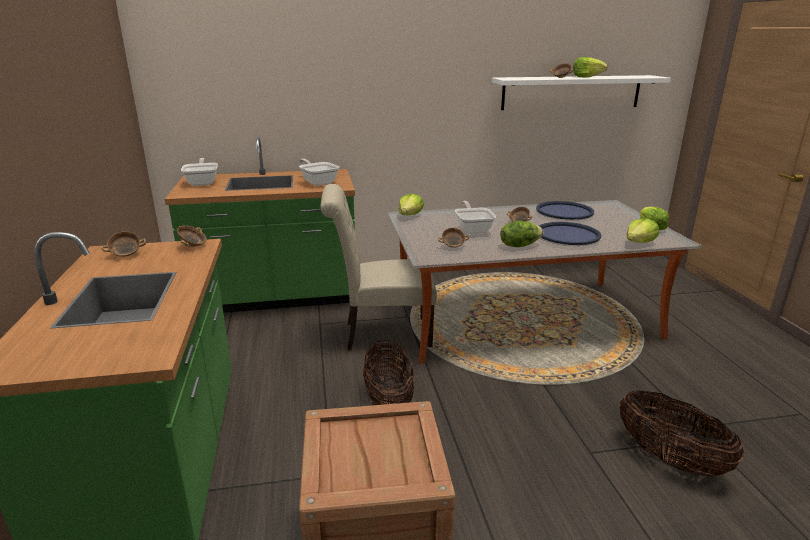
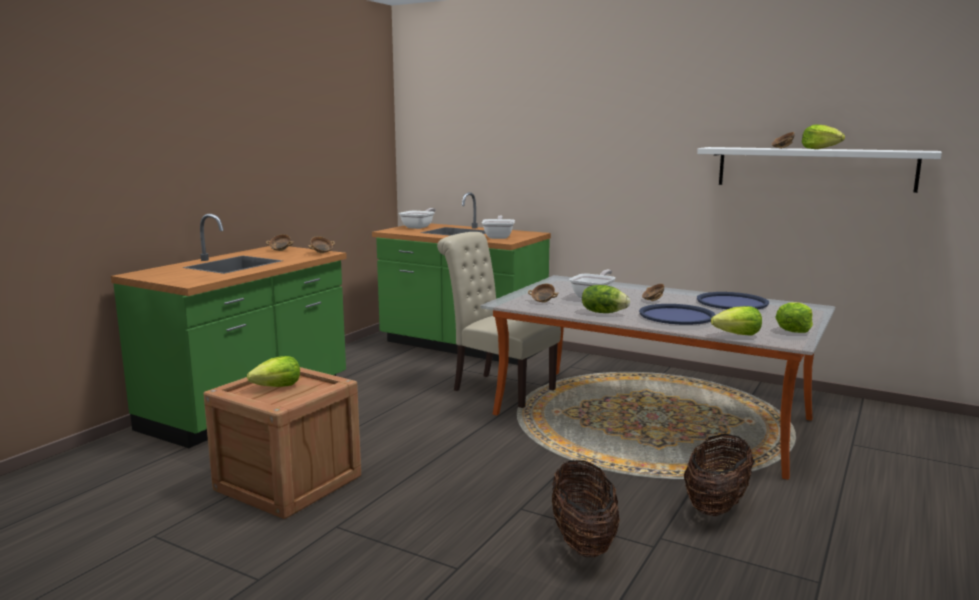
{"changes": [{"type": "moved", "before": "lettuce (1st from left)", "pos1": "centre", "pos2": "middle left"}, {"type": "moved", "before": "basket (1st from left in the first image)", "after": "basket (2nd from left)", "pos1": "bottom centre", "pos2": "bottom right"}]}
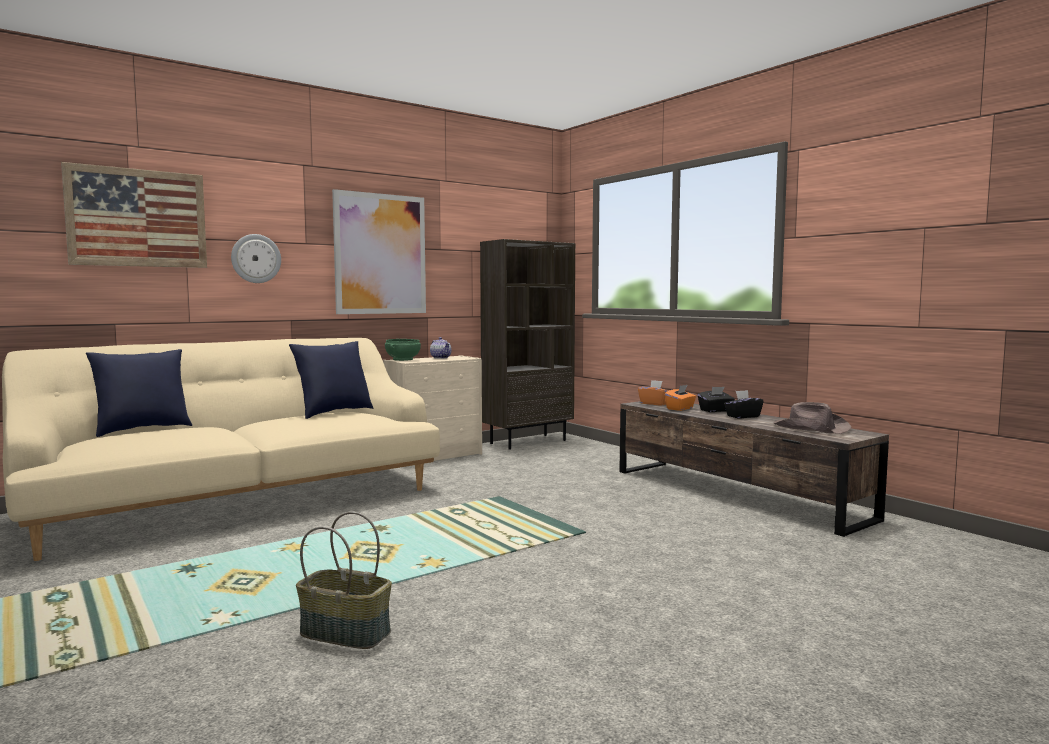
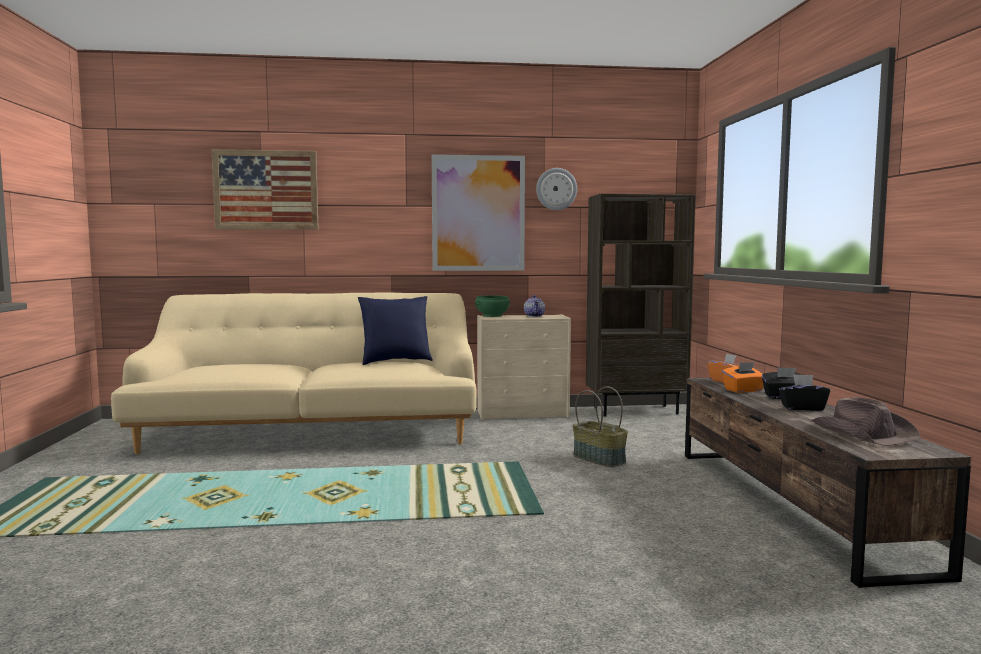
{"changes": [{"type": "moved", "before": "wall clock", "pos1": "middle left", "pos2": "top centre"}, {"type": "moved", "before": "basket", "pos1": "bottom left", "pos2": "centre"}, {"type": "removed", "before": "blue pillow (1st from left)", "pos1": "middle left"}]}
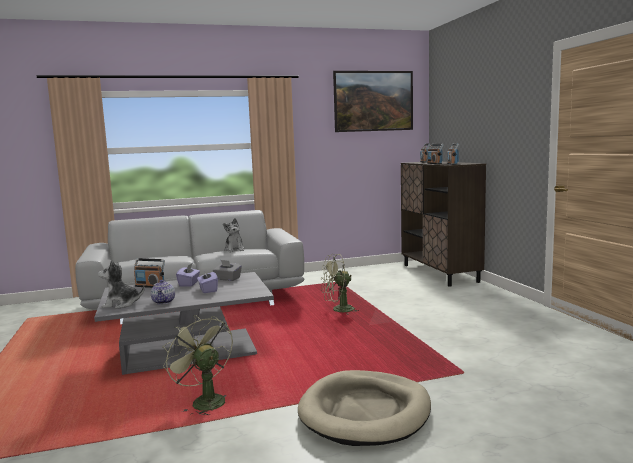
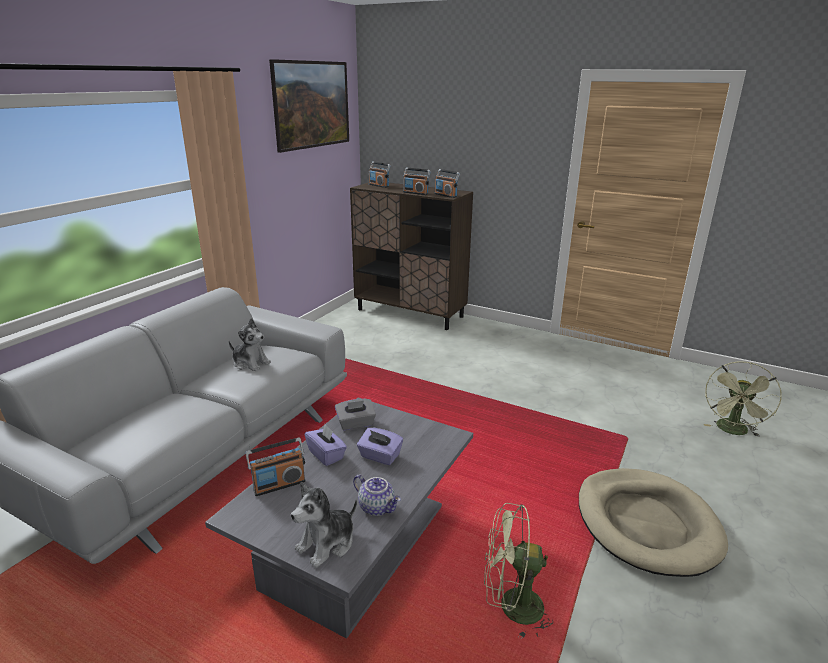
{"changes": [{"type": "moved", "before": "green fan (2nd from left)", "pos1": "centre", "pos2": "middle right"}]}
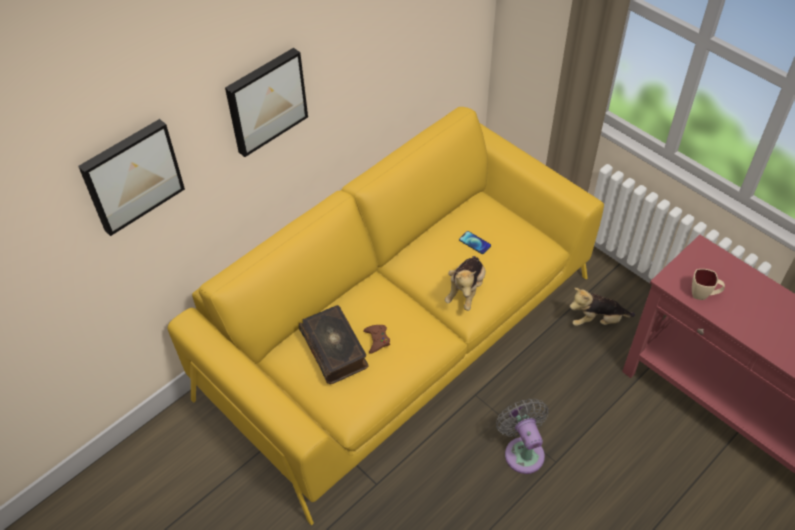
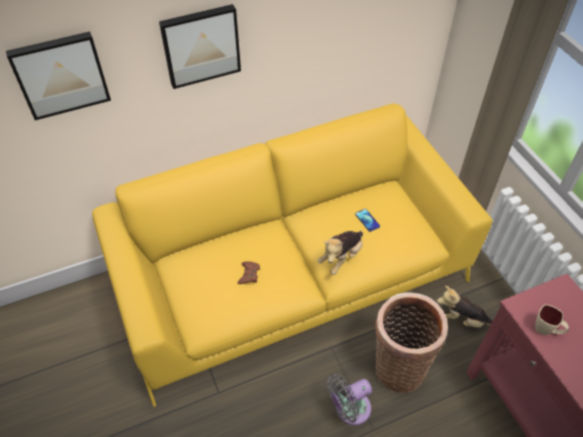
{"changes": [{"type": "turned", "before": "grey fan", "pos1": "bottom centre", "pos2": "bottom centre", "turn": -120}, {"type": "added", "after": "basket", "pos2": "bottom right"}, {"type": "removed", "before": "book", "pos1": "centre"}]}
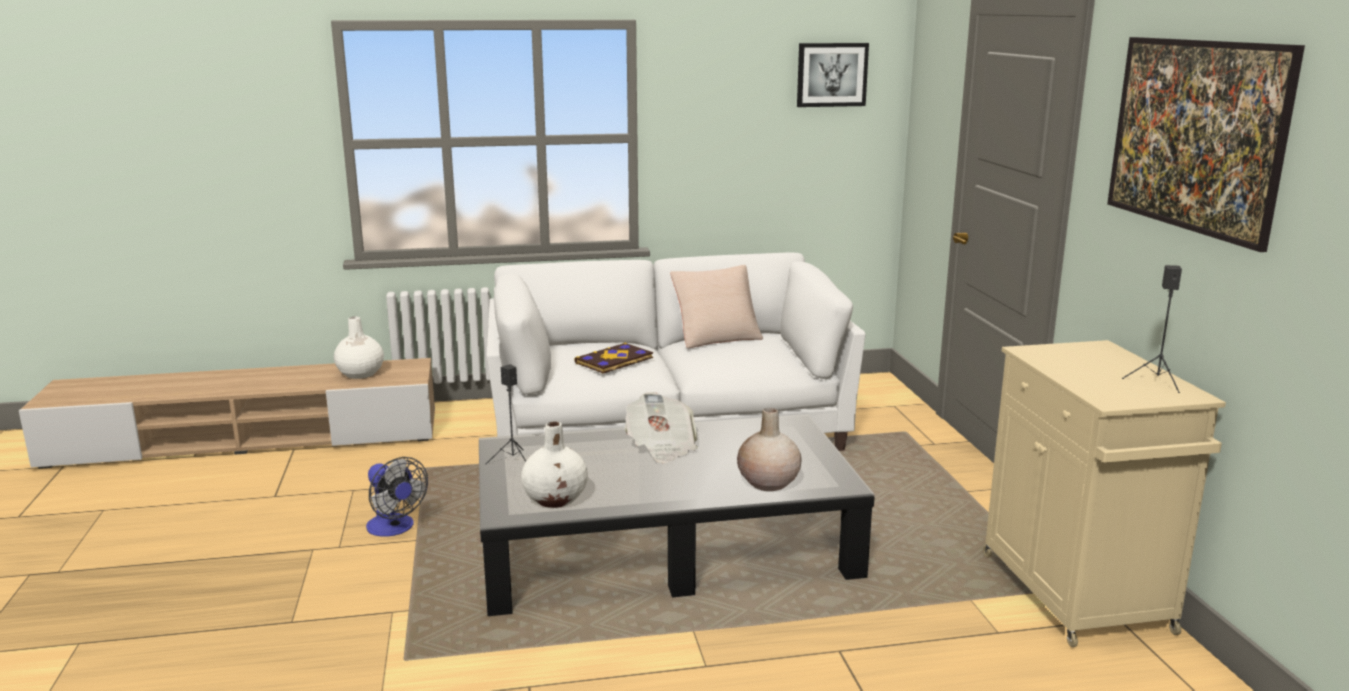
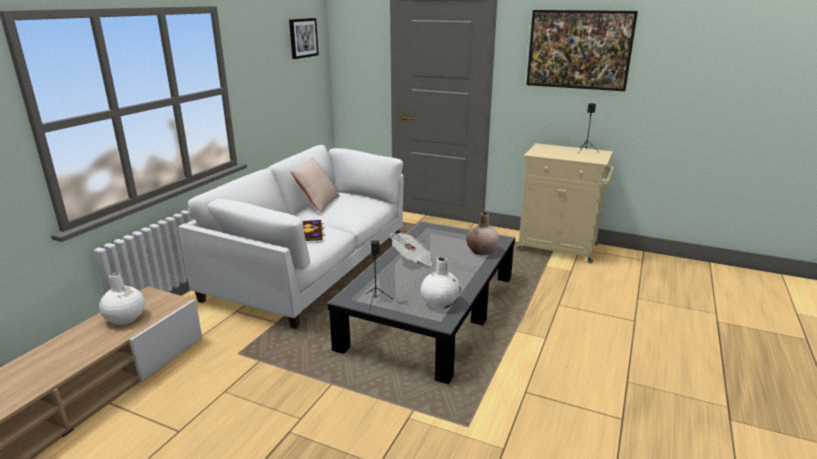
{"changes": [{"type": "removed", "before": "fan", "pos1": "bottom left"}]}
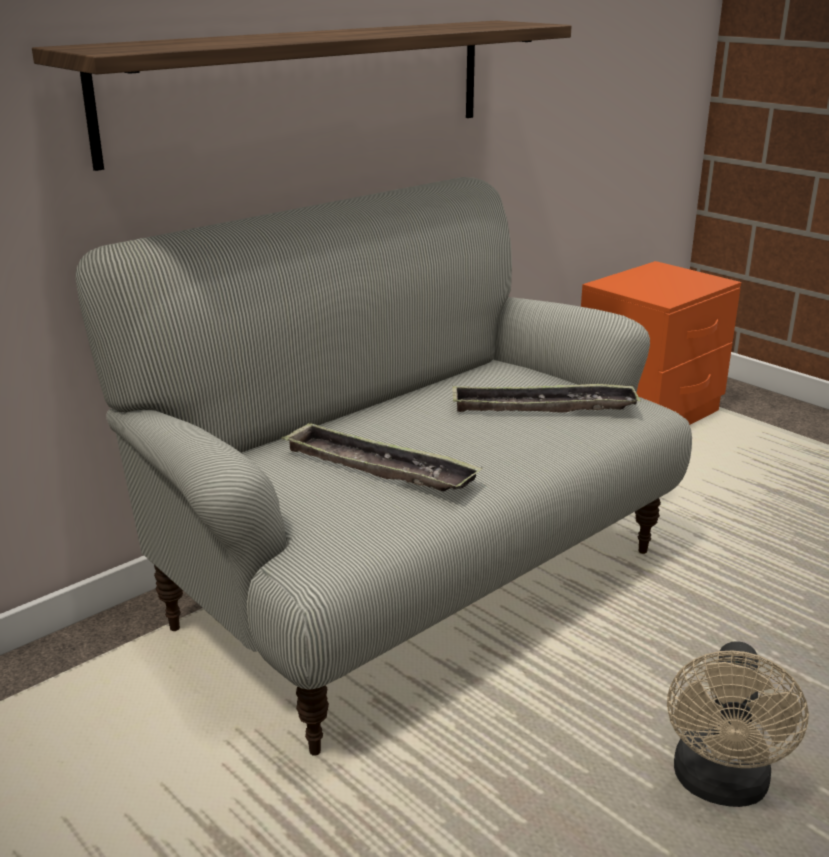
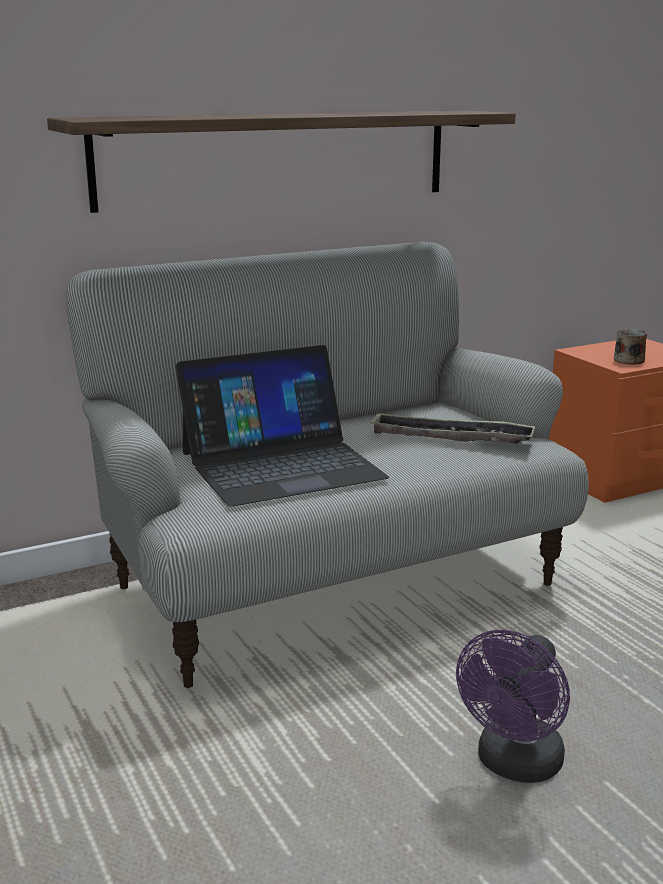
{"changes": [{"type": "replaced", "before": "tray (1st from left)", "after": "laptop", "pos1": "centre", "pos2": "centre"}, {"type": "recoloured", "before": "beige fan", "after": "purple fan", "pos1": "bottom right", "pos2": "bottom right"}, {"type": "added", "after": "mug", "pos2": "middle right"}]}
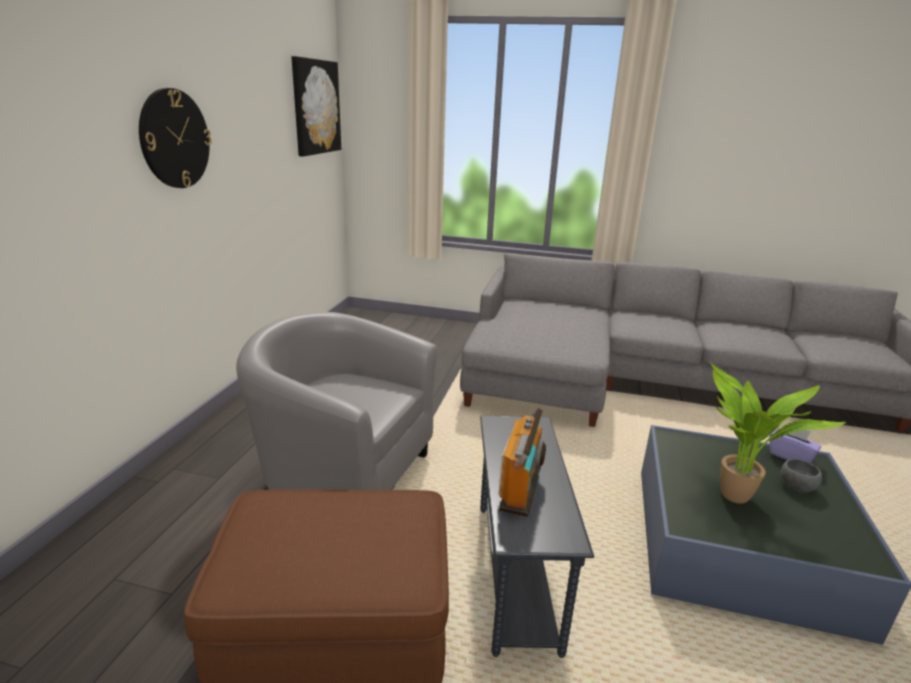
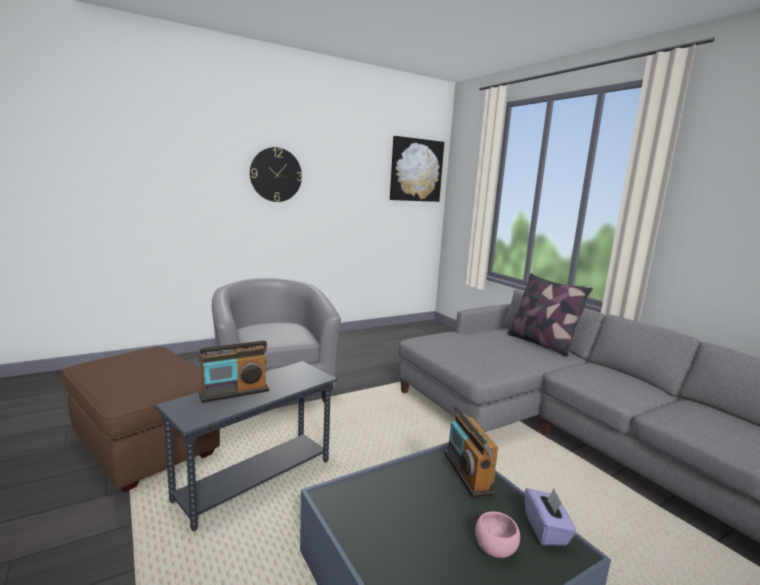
{"changes": [{"type": "added", "after": "radio (2nd from left)", "pos2": "bottom centre"}, {"type": "recoloured", "before": "grey bowl", "after": "pink bowl", "pos1": "bottom right", "pos2": "bottom centre"}, {"type": "added", "after": "pillow", "pos2": "middle right"}, {"type": "removed", "before": "potted plant", "pos1": "middle right"}]}
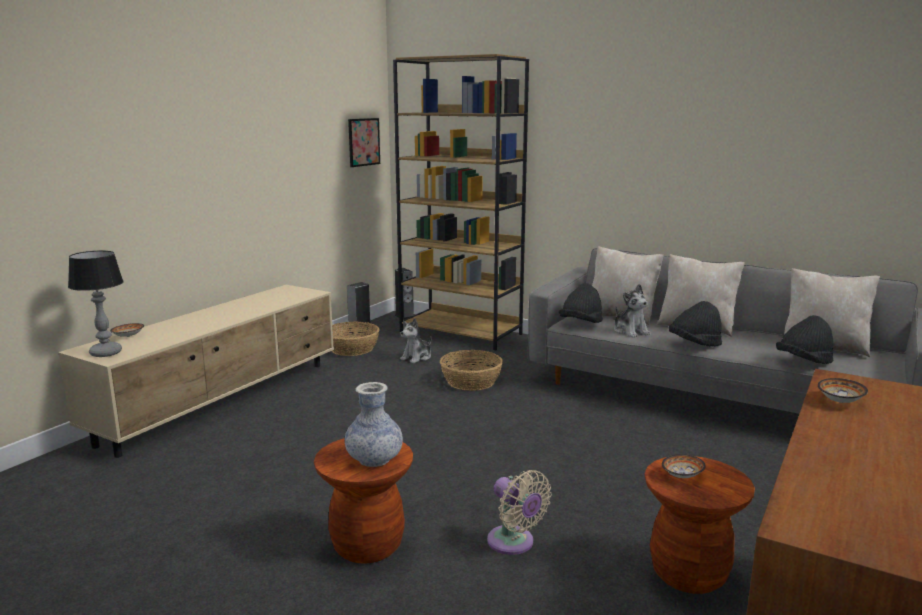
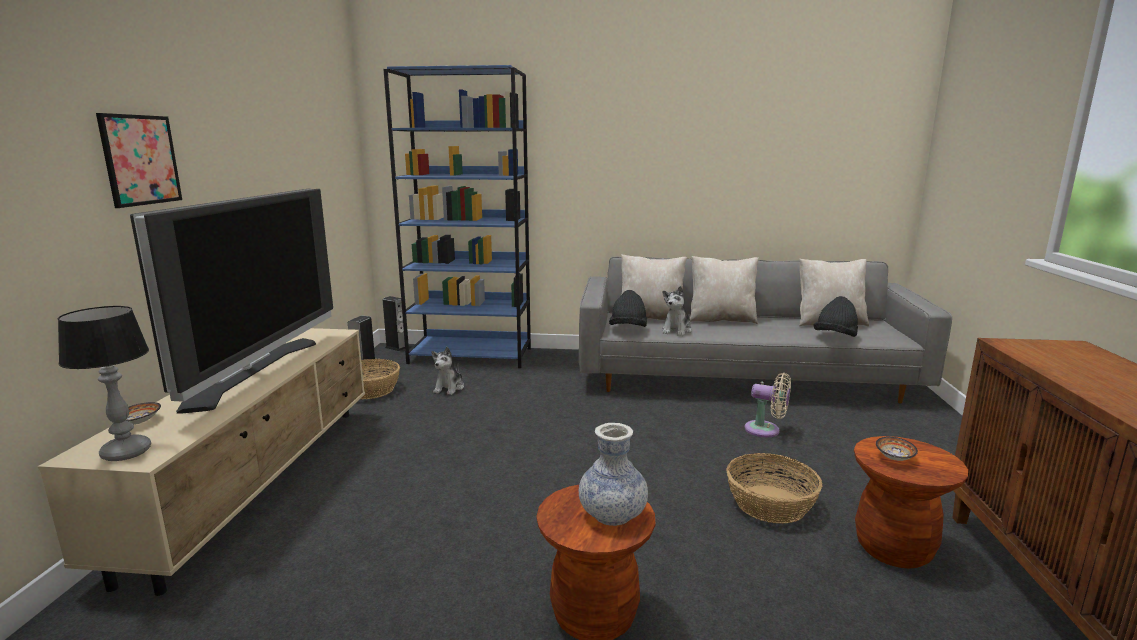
{"changes": [{"type": "moved", "before": "picture", "pos1": "top centre", "pos2": "top left"}, {"type": "added", "after": "television", "pos2": "middle left"}, {"type": "recoloured", "before": "brown bookcase", "after": "blue bookcase", "pos1": "top centre", "pos2": "centre"}, {"type": "turned", "before": "plush toy (2nd from left)", "pos1": "middle right", "pos2": "centre", "turn": 75}, {"type": "moved", "before": "basket (2nd from left)", "pos1": "centre", "pos2": "bottom right"}, {"type": "moved", "before": "beige fan", "pos1": "bottom centre", "pos2": "middle right"}, {"type": "removed", "before": "black hat (2nd from left)", "pos1": "middle right"}, {"type": "removed", "before": "bowl (3rd from left)", "pos1": "middle right"}]}
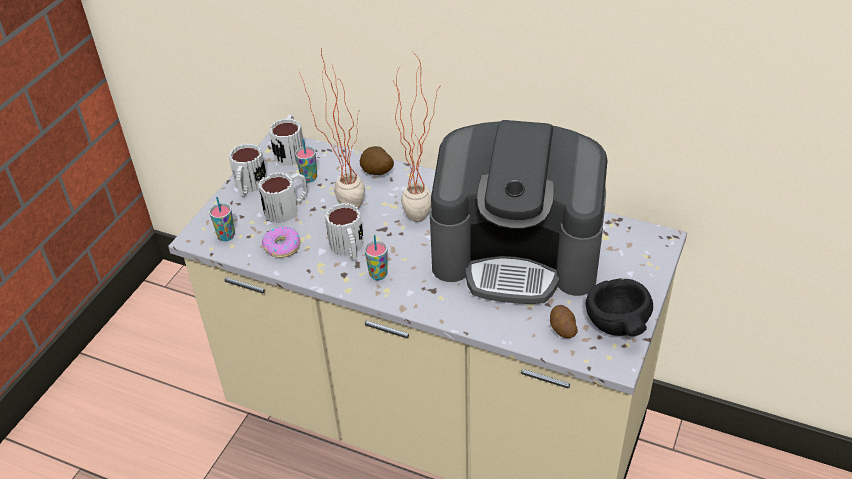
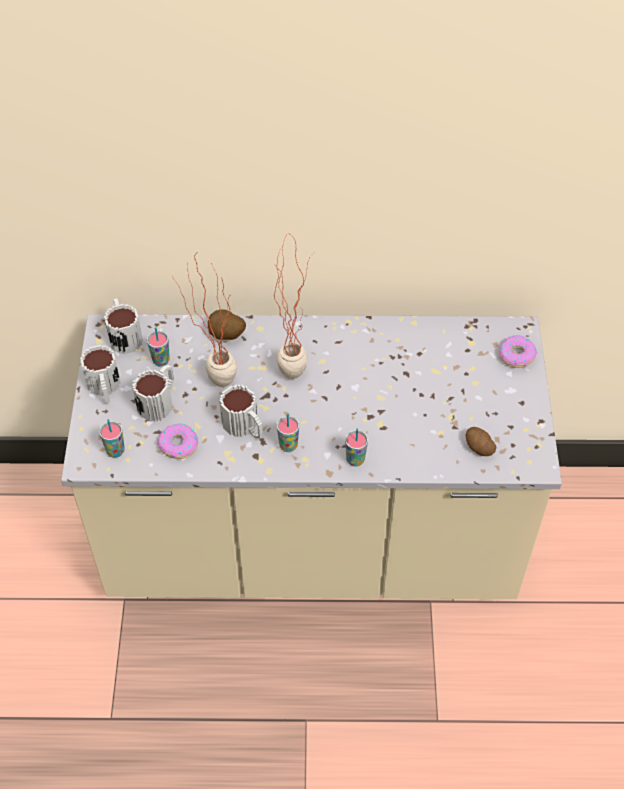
{"changes": [{"type": "added", "after": "cup (4th from left)", "pos2": "centre"}, {"type": "added", "after": "donut (2nd from left)", "pos2": "middle right"}, {"type": "removed", "before": "coffee machine", "pos1": "centre"}, {"type": "removed", "before": "black bowl", "pos1": "middle right"}]}
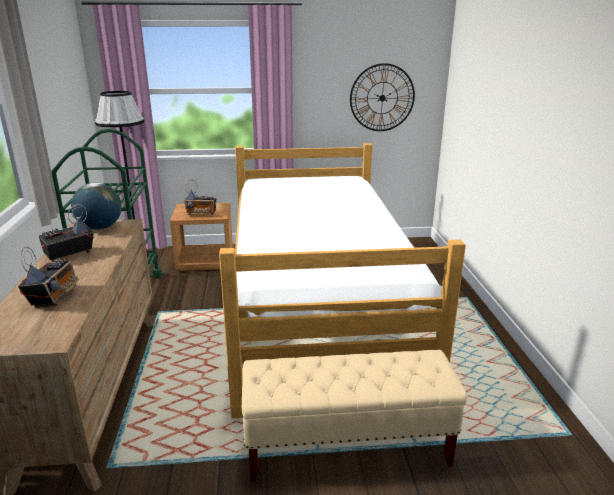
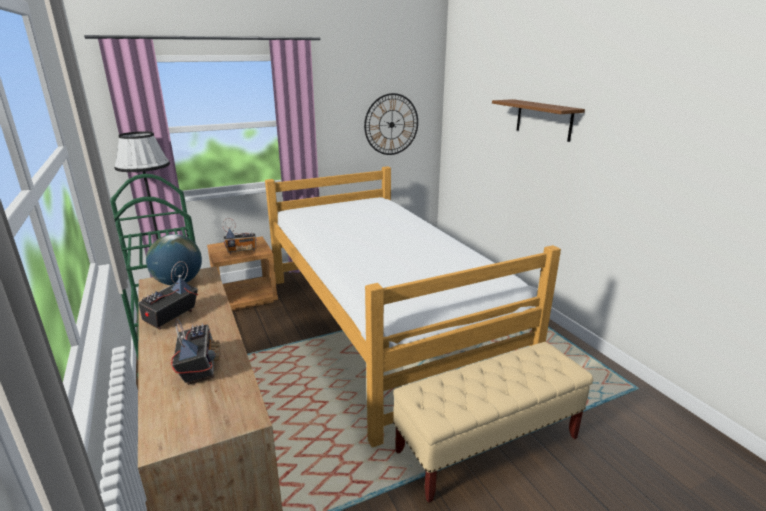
{"changes": [{"type": "added", "after": "brown shelf", "pos2": "top right"}]}
